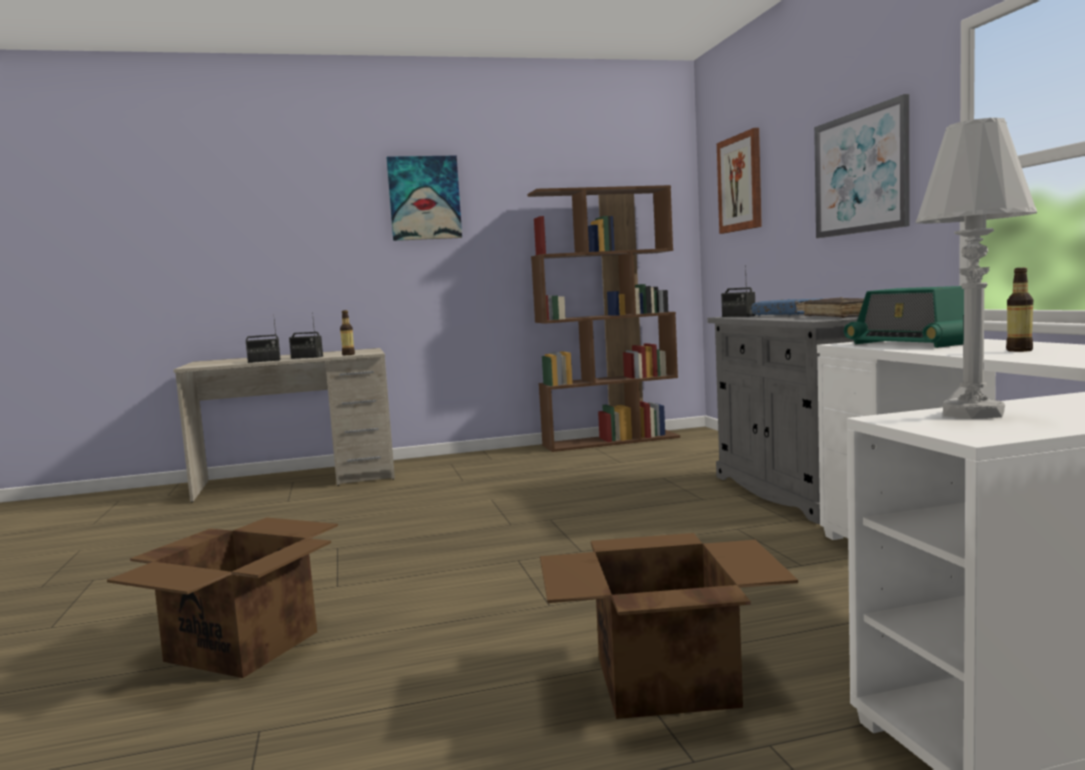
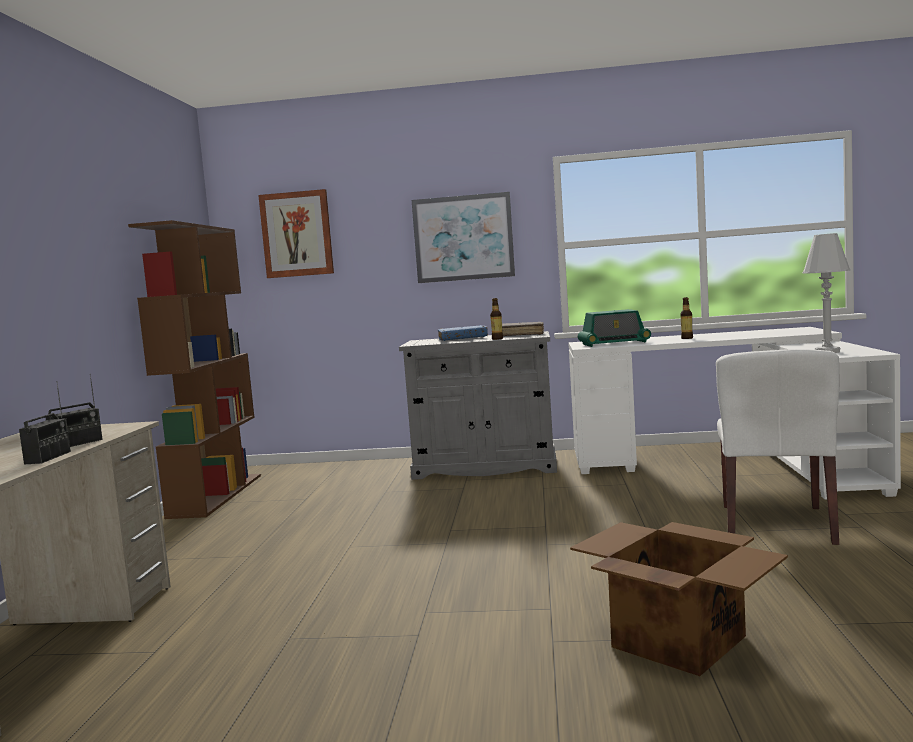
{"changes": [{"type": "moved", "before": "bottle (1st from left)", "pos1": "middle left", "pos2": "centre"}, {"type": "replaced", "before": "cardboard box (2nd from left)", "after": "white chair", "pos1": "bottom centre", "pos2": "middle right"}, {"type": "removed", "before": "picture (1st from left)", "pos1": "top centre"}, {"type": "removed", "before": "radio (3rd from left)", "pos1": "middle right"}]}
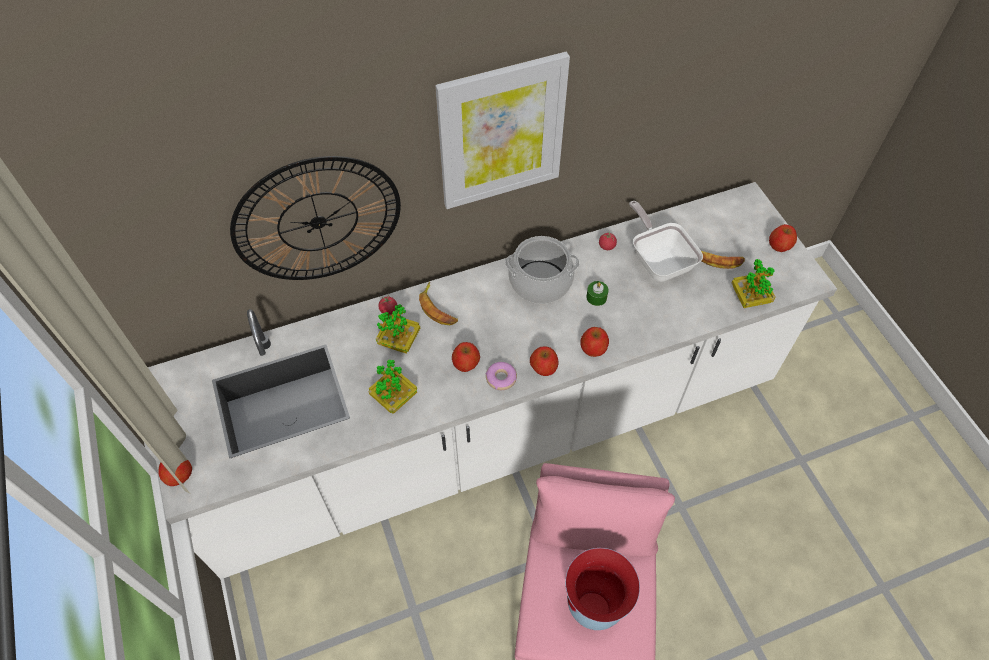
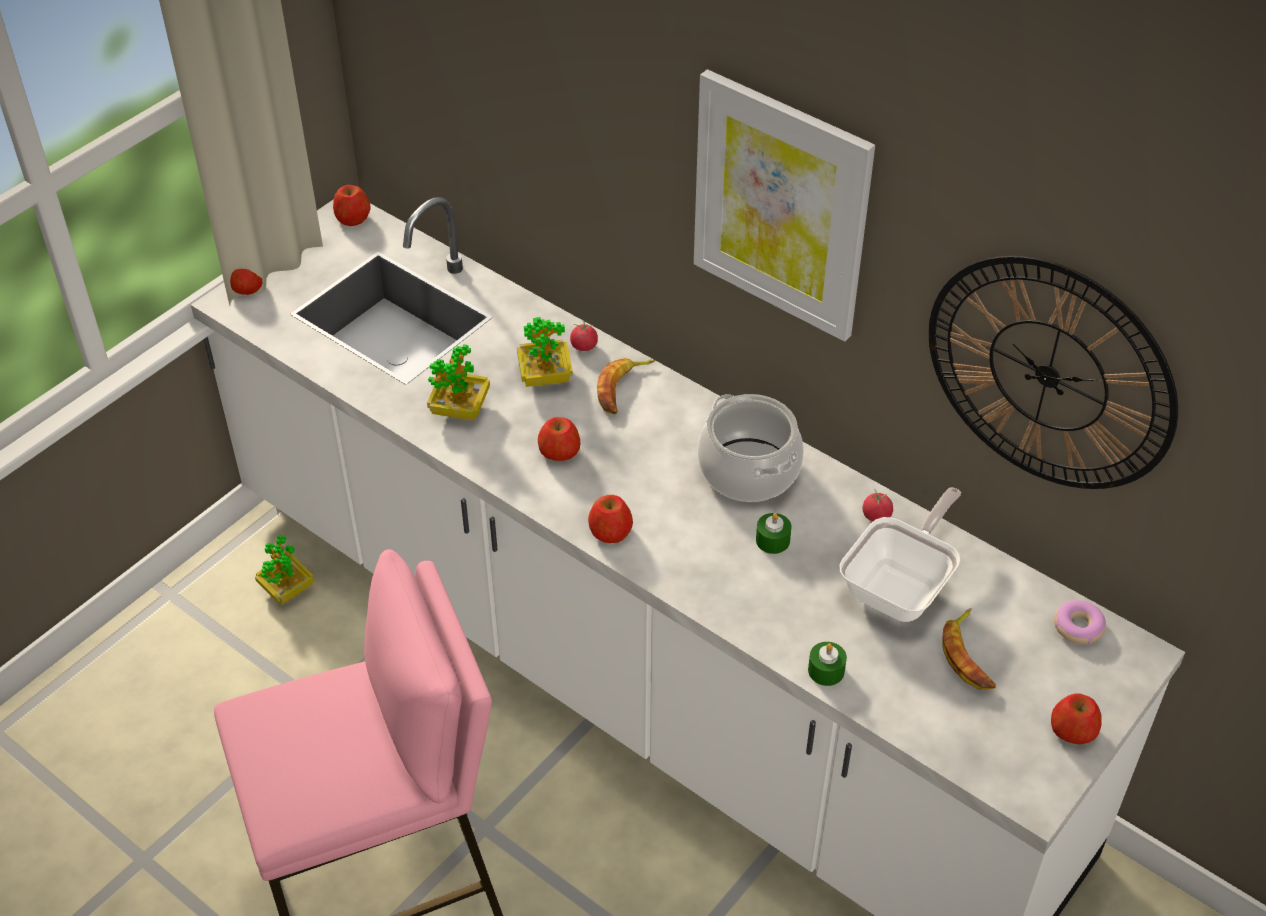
{"changes": [{"type": "moved", "before": "potted plant (3rd from left in the first image)", "after": "potted plant (1st from left)", "pos1": "middle right", "pos2": "middle left"}, {"type": "moved", "before": "apple (4th from left in the first image)", "after": "apple (2nd from left)", "pos1": "centre", "pos2": "top left"}, {"type": "added", "after": "green candle (2nd from left)", "pos2": "bottom centre"}, {"type": "moved", "before": "wall clock", "pos1": "top left", "pos2": "middle right"}, {"type": "moved", "before": "donut", "pos1": "centre", "pos2": "bottom right"}, {"type": "removed", "before": "vase", "pos1": "bottom centre"}]}
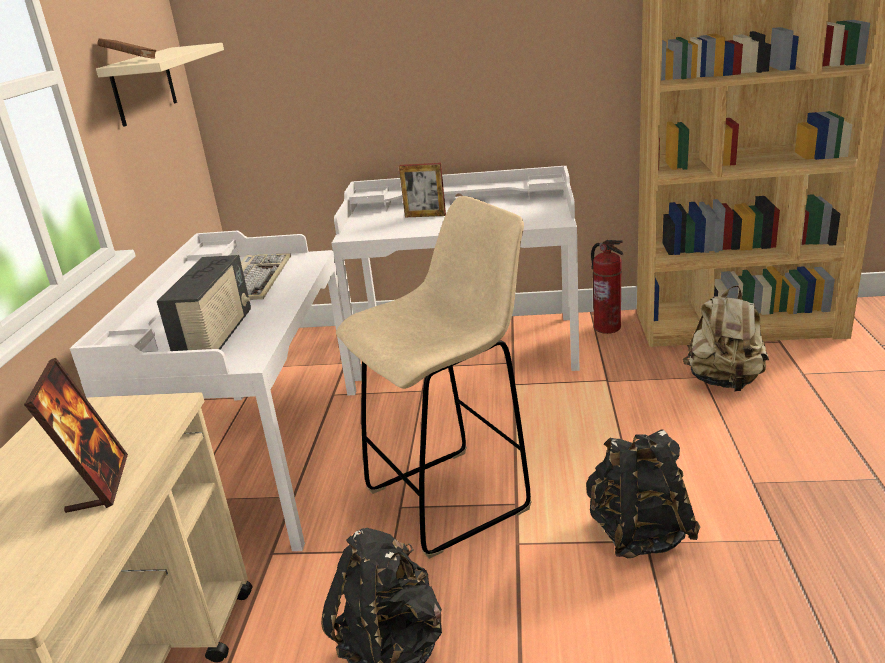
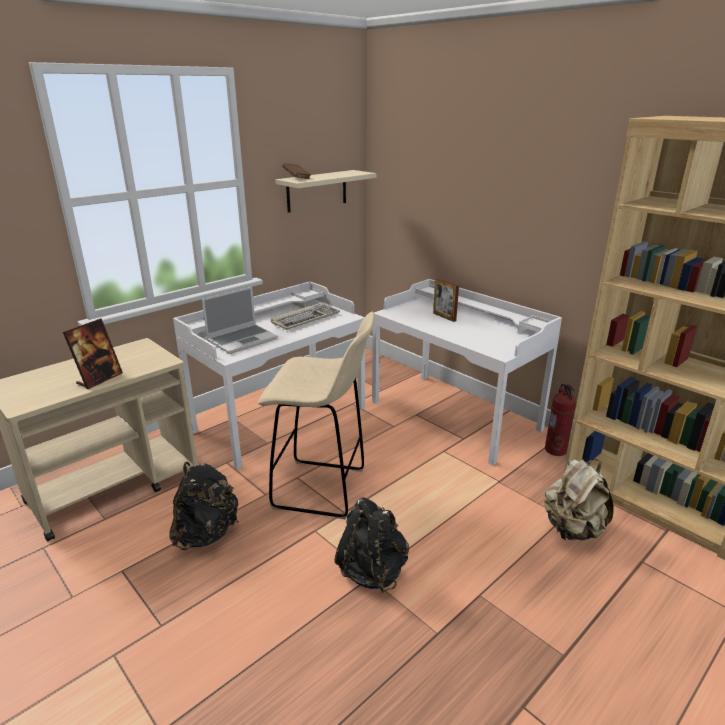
{"changes": [{"type": "replaced", "before": "radio", "after": "laptop", "pos1": "middle left", "pos2": "middle left"}]}
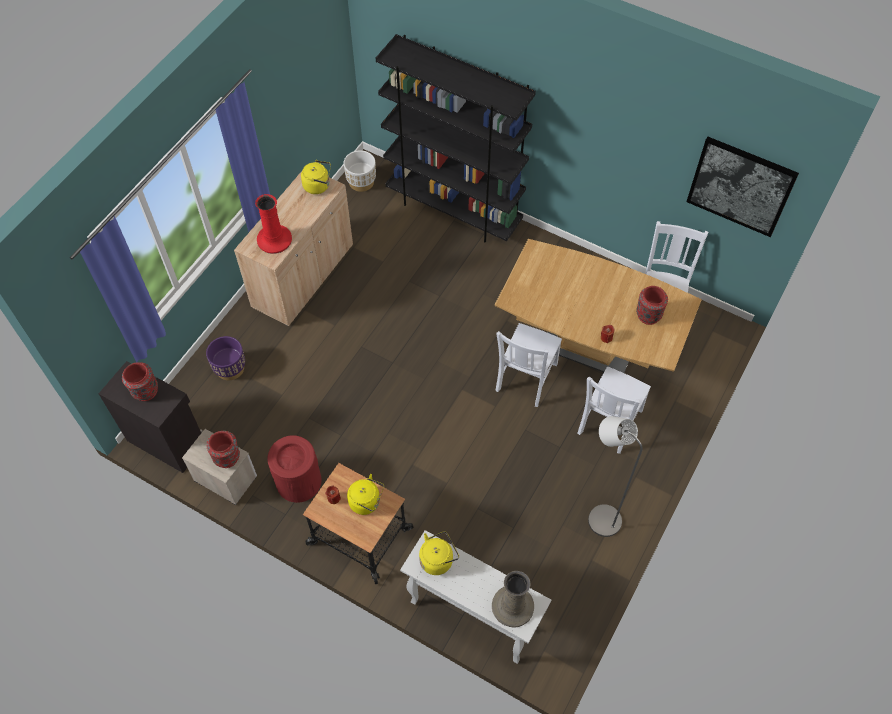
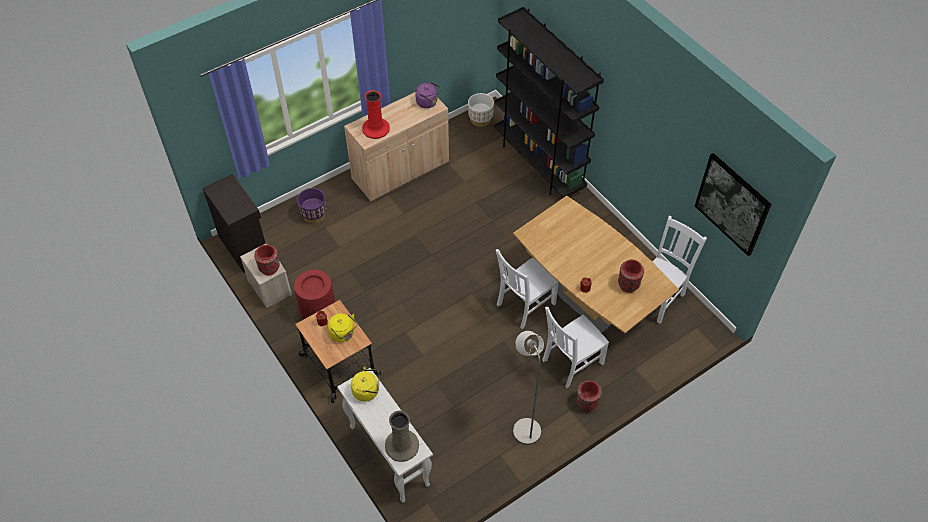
{"changes": [{"type": "recoloured", "before": "yellow kettle (1st from left)", "after": "purple kettle", "pos1": "top centre", "pos2": "top centre"}, {"type": "moved", "before": "red vase (1st from left in the first image)", "after": "red vase (3rd from left)", "pos1": "middle left", "pos2": "bottom centre"}]}
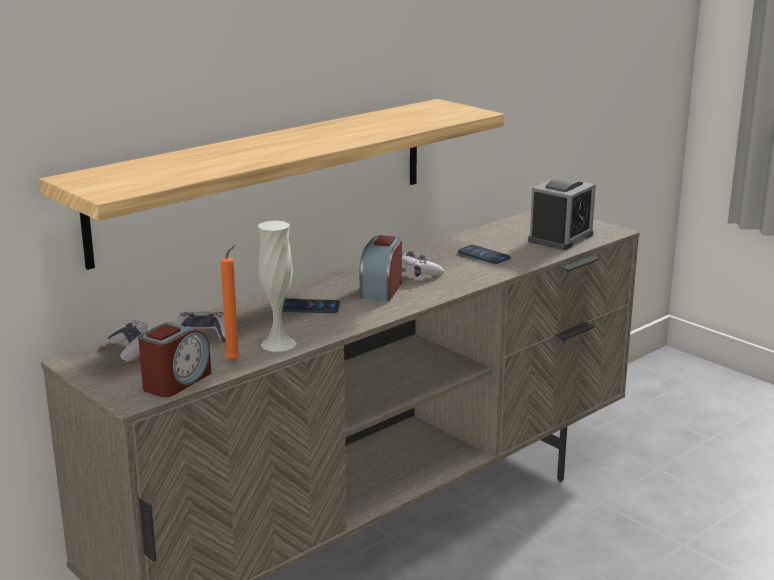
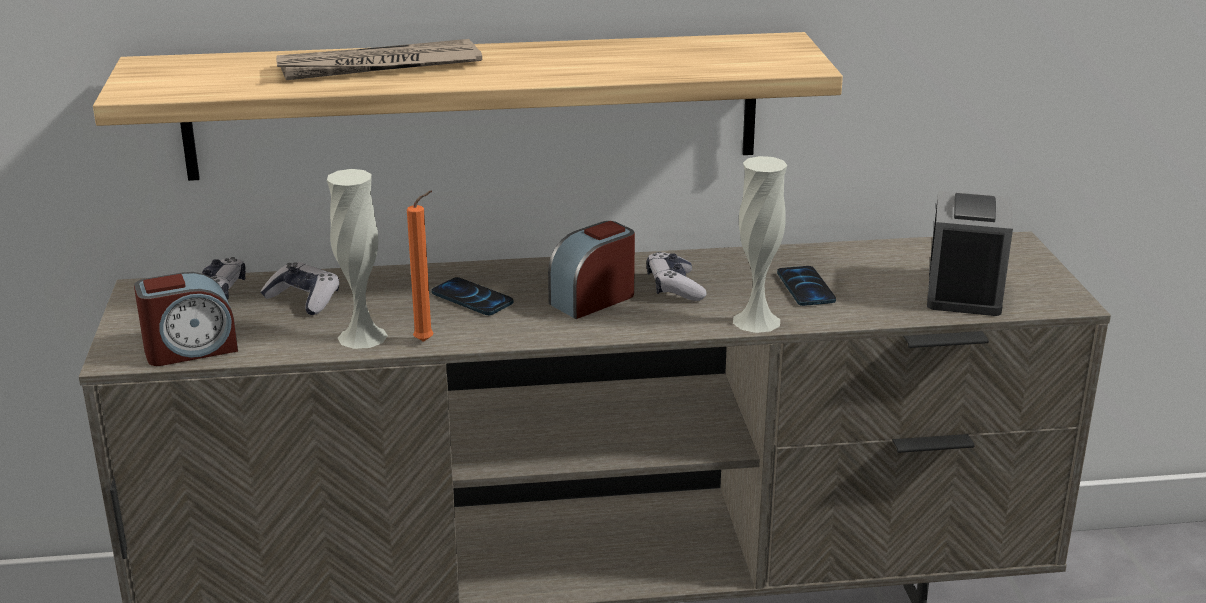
{"changes": [{"type": "added", "after": "newspaper", "pos2": "top left"}, {"type": "moved", "before": "orange candle", "pos1": "middle left", "pos2": "centre"}, {"type": "added", "after": "white vase (2nd from left)", "pos2": "centre"}, {"type": "turned", "before": "alarm clock (3rd from left)", "pos1": "middle right", "pos2": "middle right", "turn": -60}]}
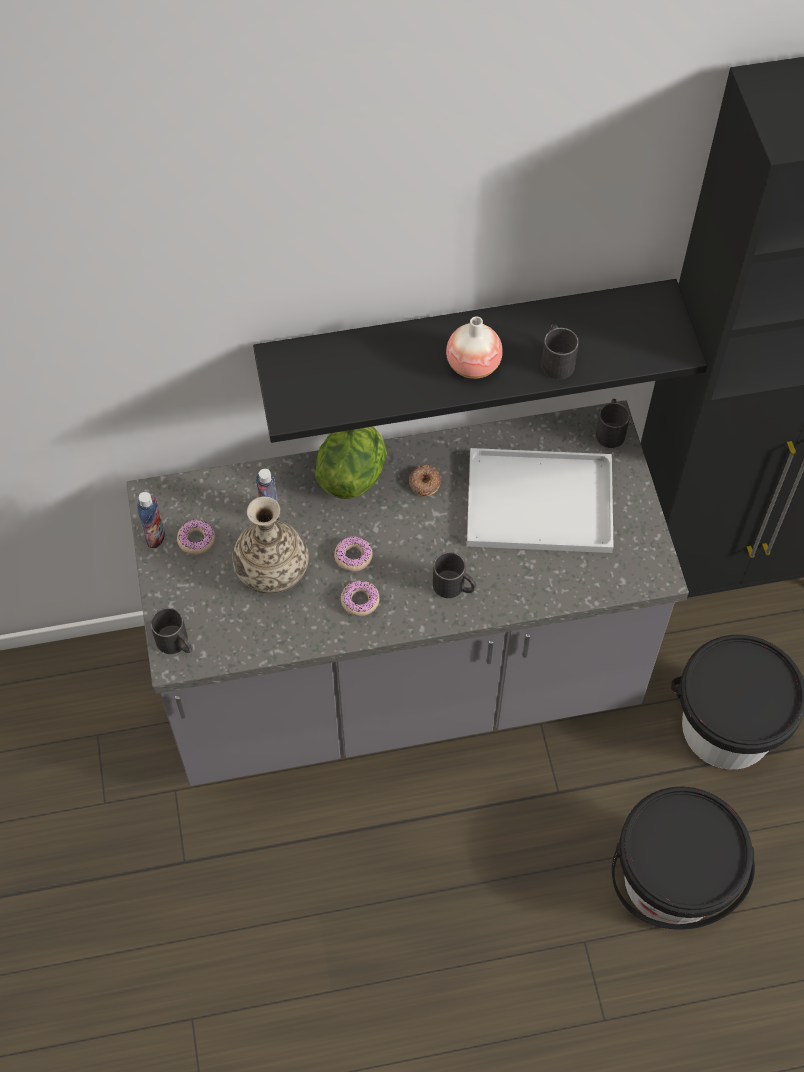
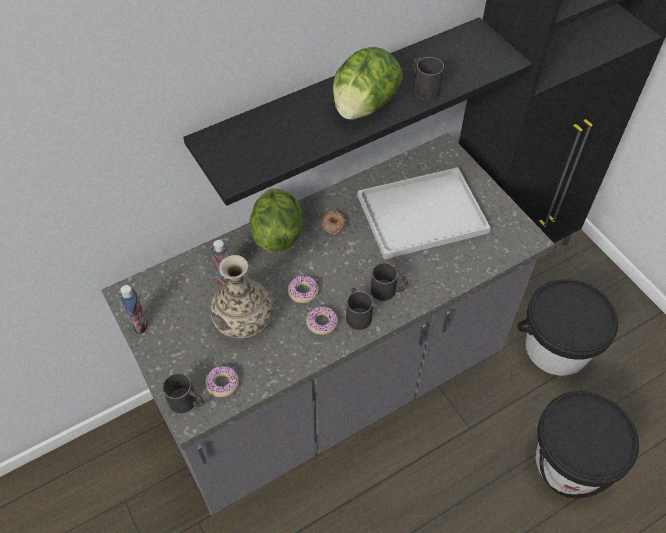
{"changes": [{"type": "moved", "before": "donut (1st from left)", "pos1": "middle left", "pos2": "bottom centre"}, {"type": "replaced", "before": "vase (2nd from left)", "after": "lettuce (2nd from left)", "pos1": "top centre", "pos2": "top centre"}, {"type": "moved", "before": "black mug (4th from left in the first image)", "after": "black mug (2nd from left)", "pos1": "middle right", "pos2": "centre"}]}
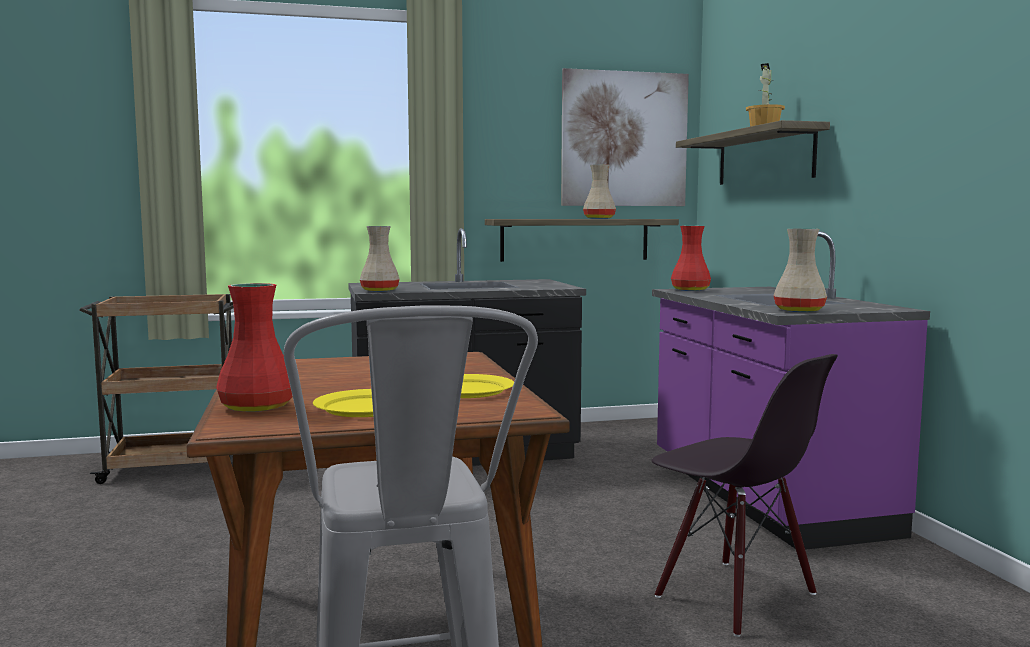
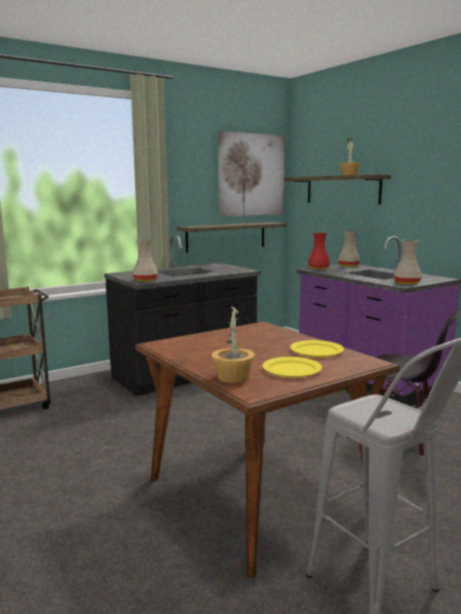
{"changes": [{"type": "replaced", "before": "red vase (1st from left)", "after": "potted plant (1st from left)", "pos1": "middle left", "pos2": "centre"}, {"type": "moved", "before": "beige vase (2nd from left)", "pos1": "top centre", "pos2": "middle right"}]}
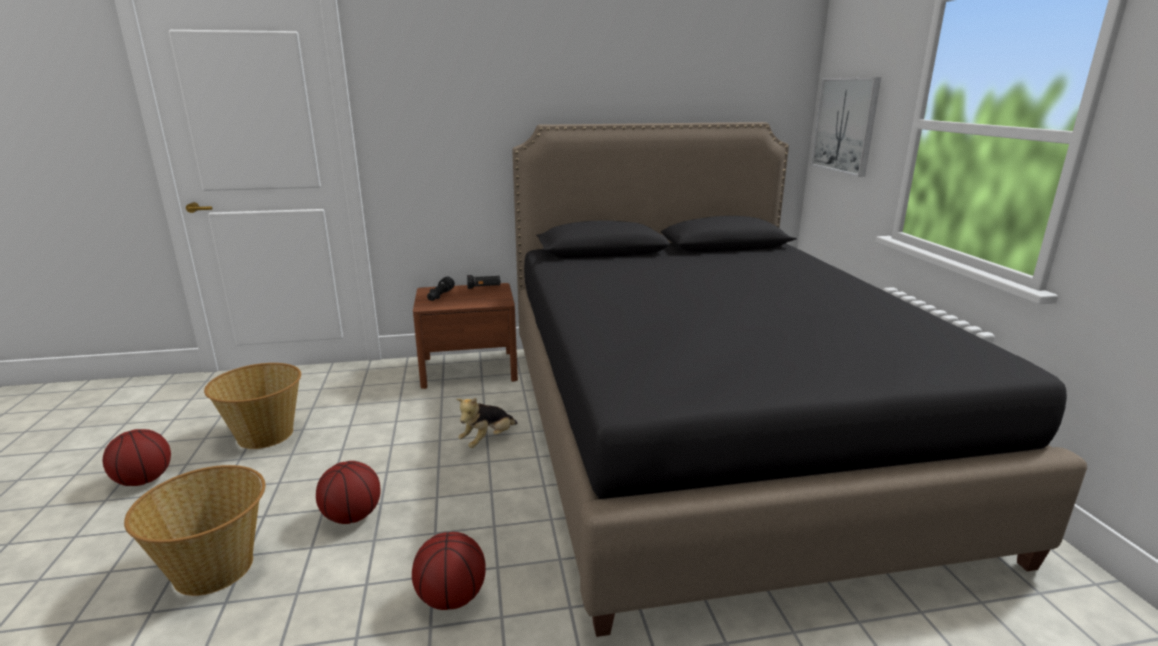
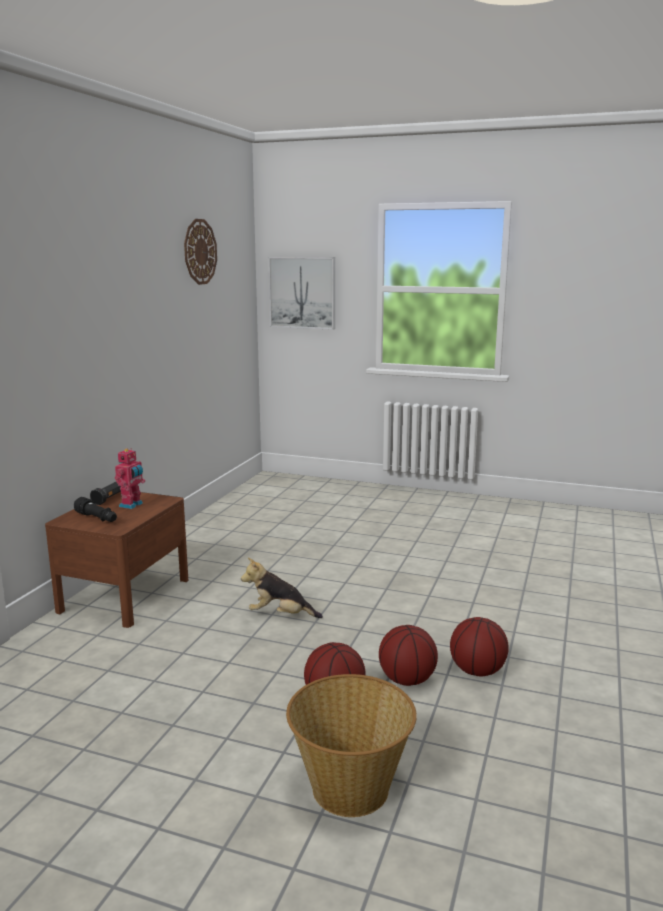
{"changes": [{"type": "added", "after": "toy robot", "pos2": "middle left"}, {"type": "added", "after": "wall clock", "pos2": "top left"}, {"type": "turned", "before": "plush toy", "pos1": "centre", "pos2": "centre", "turn": 120}, {"type": "moved", "before": "basketball (1st from left in the first image)", "after": "basketball (2nd from left)", "pos1": "bottom left", "pos2": "bottom centre"}, {"type": "removed", "before": "basket (2nd from left)", "pos1": "middle left"}, {"type": "removed", "before": "black bed", "pos1": "middle right"}]}
